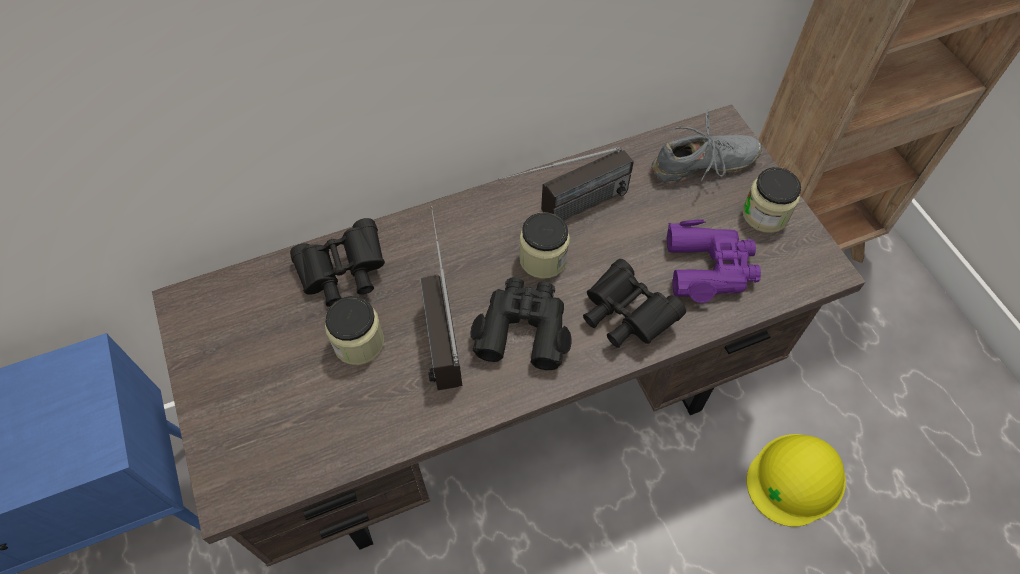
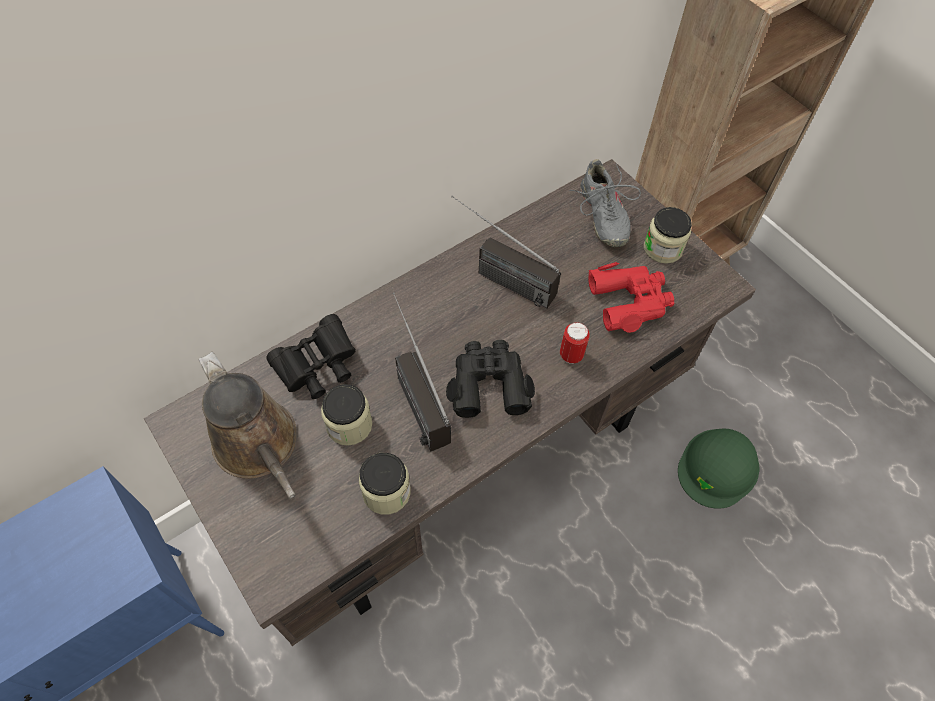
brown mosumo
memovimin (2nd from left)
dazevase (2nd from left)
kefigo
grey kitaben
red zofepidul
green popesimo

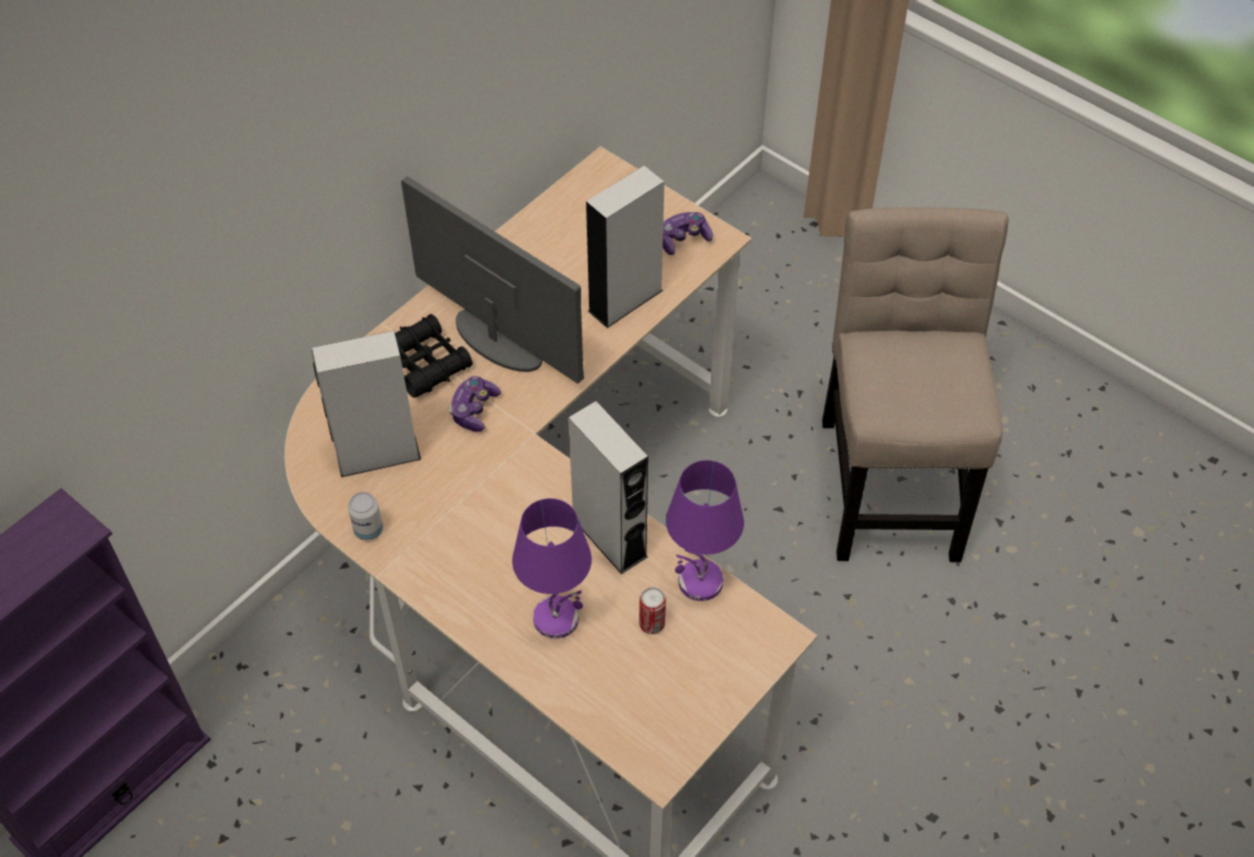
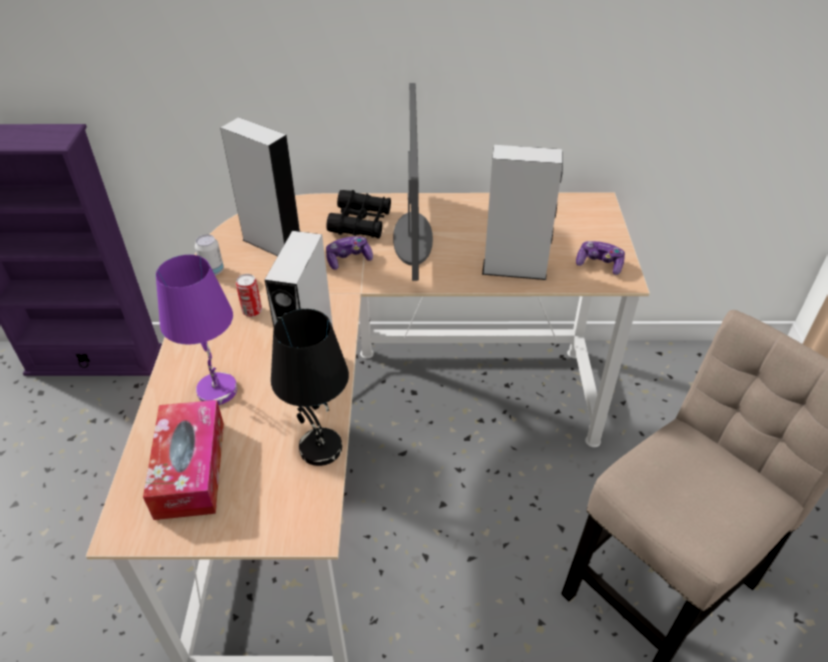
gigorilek
kefigo (2nd from left)
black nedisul

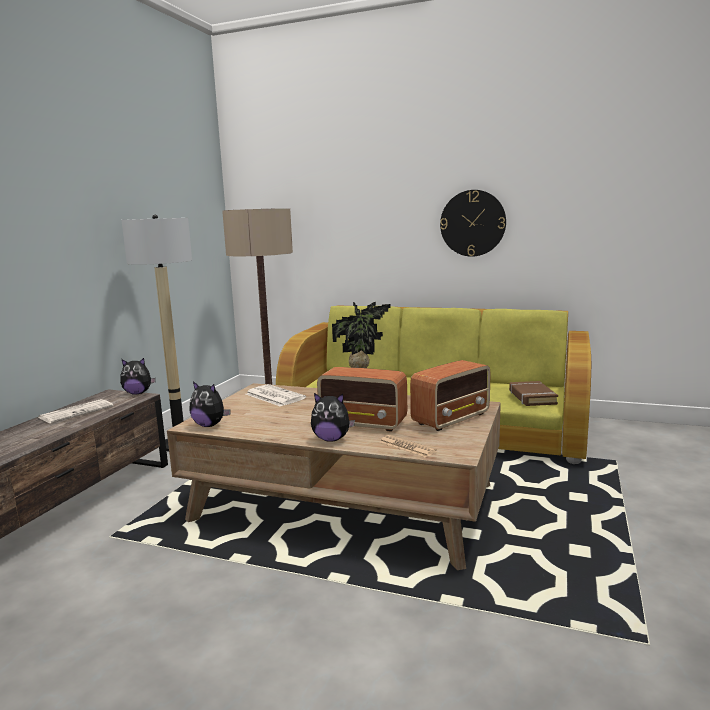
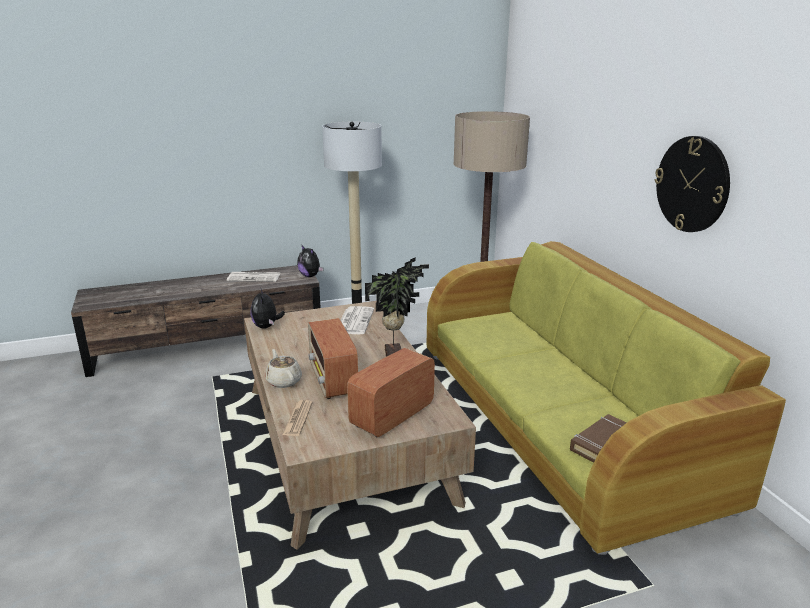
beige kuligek
dazevase (2nd from left)

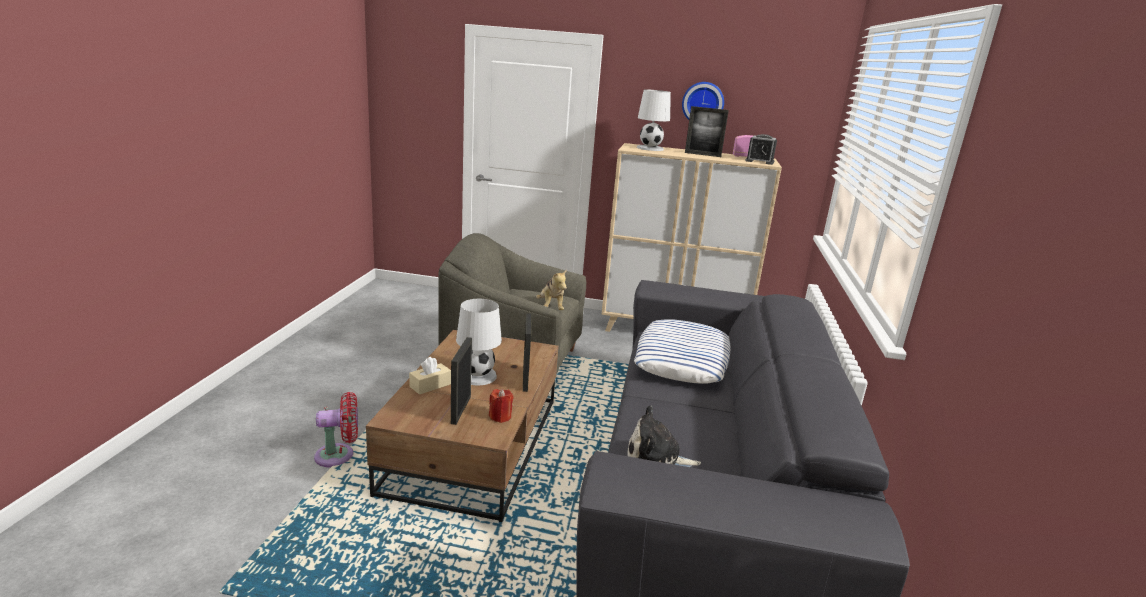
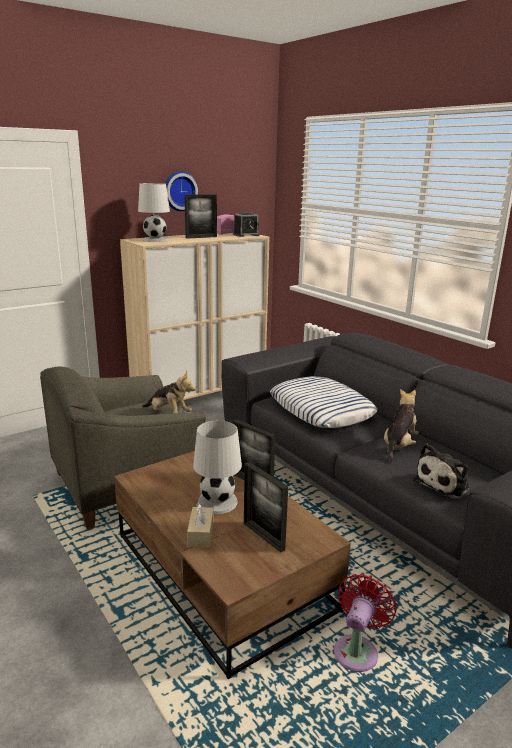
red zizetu
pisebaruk (2nd from left)
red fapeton

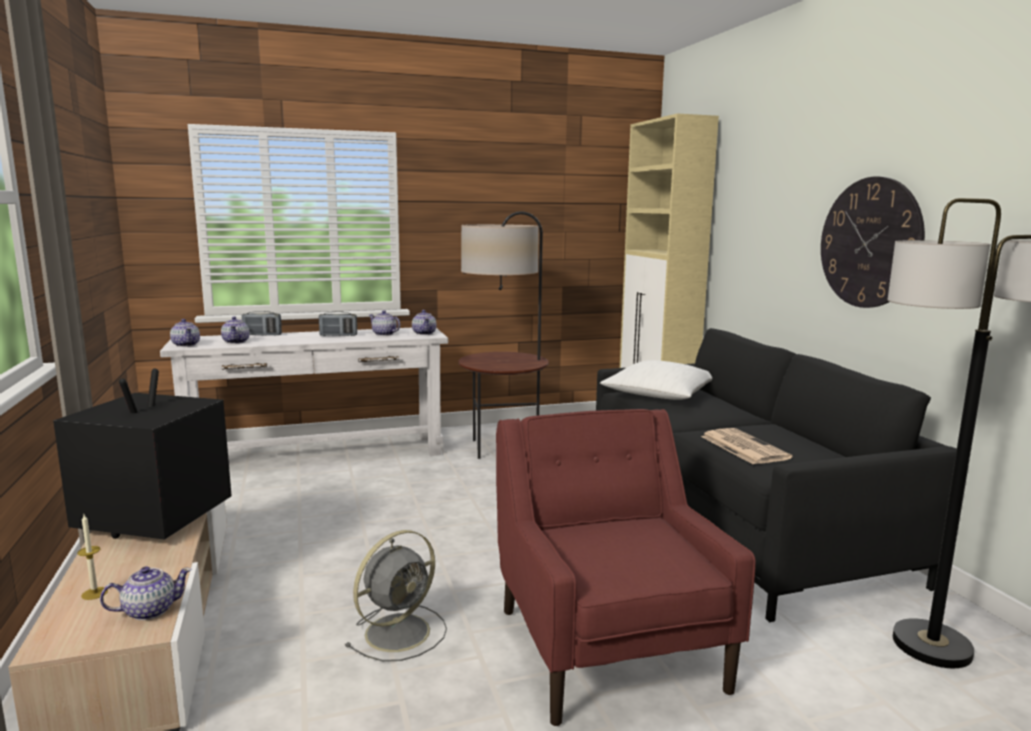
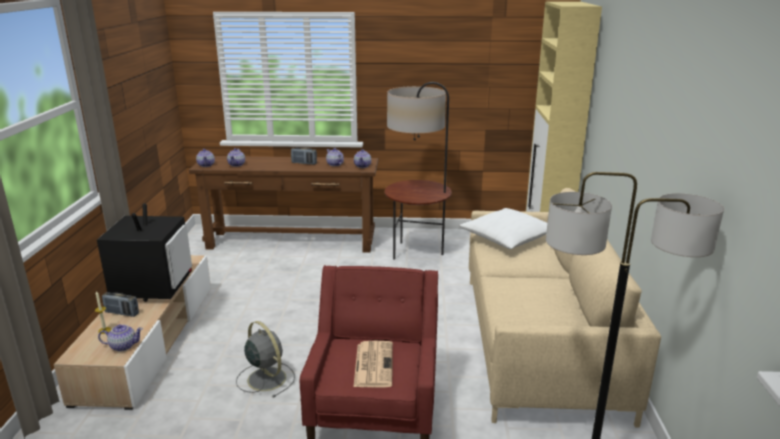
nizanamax
dazevase (1st from left)
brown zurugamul
grey zizetu
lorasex
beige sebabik
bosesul

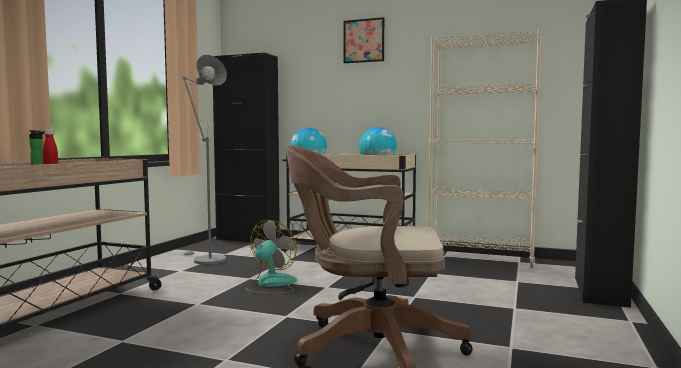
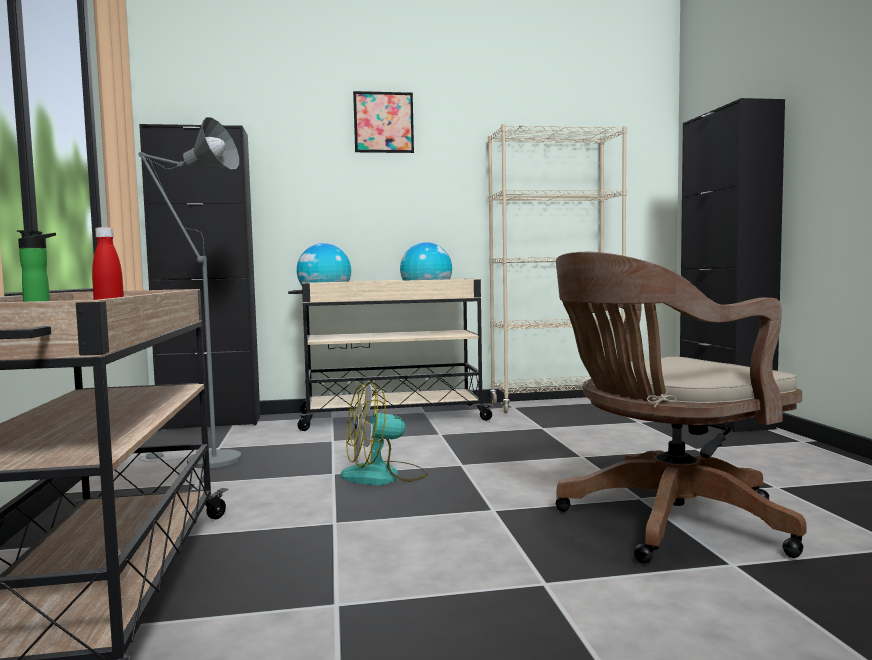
zizetu

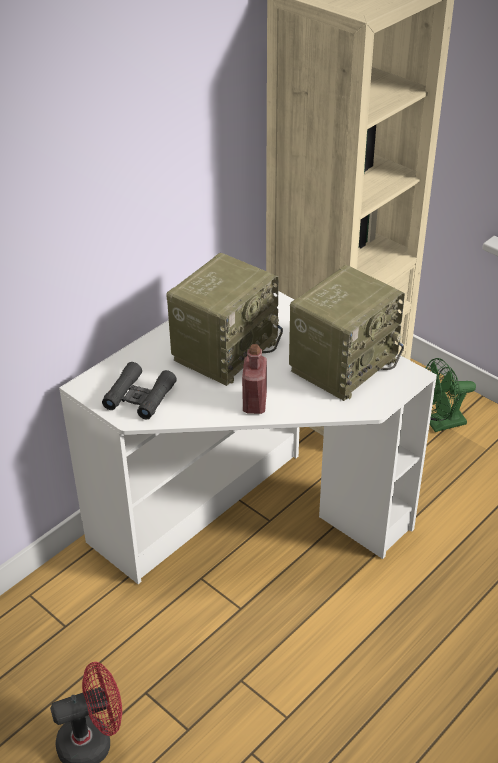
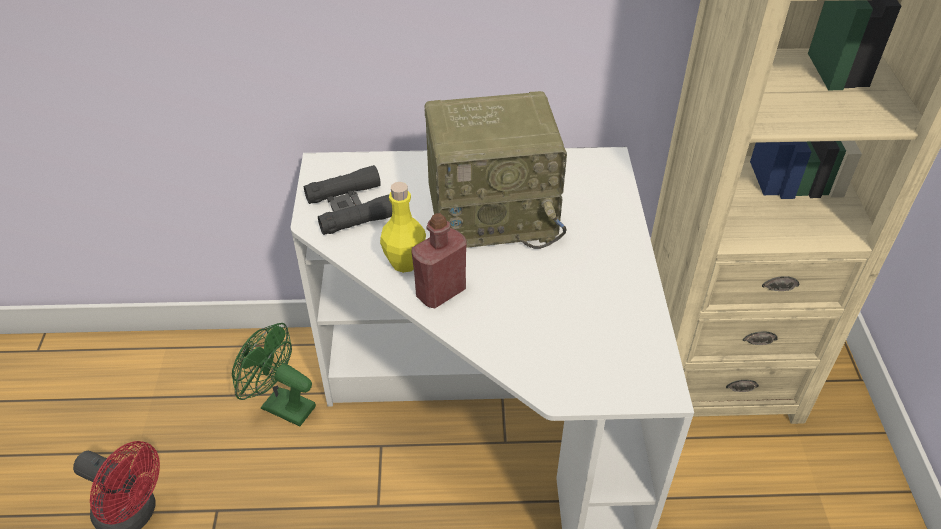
green zizetu
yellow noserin
dazevase (2nd from left in the first image)

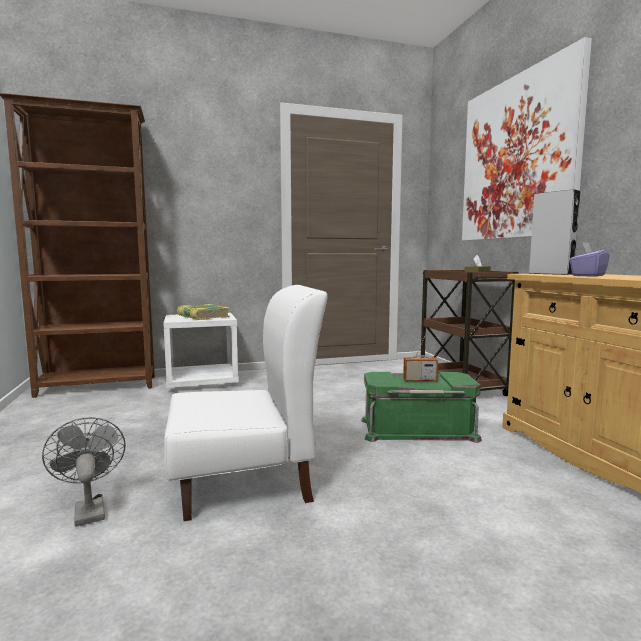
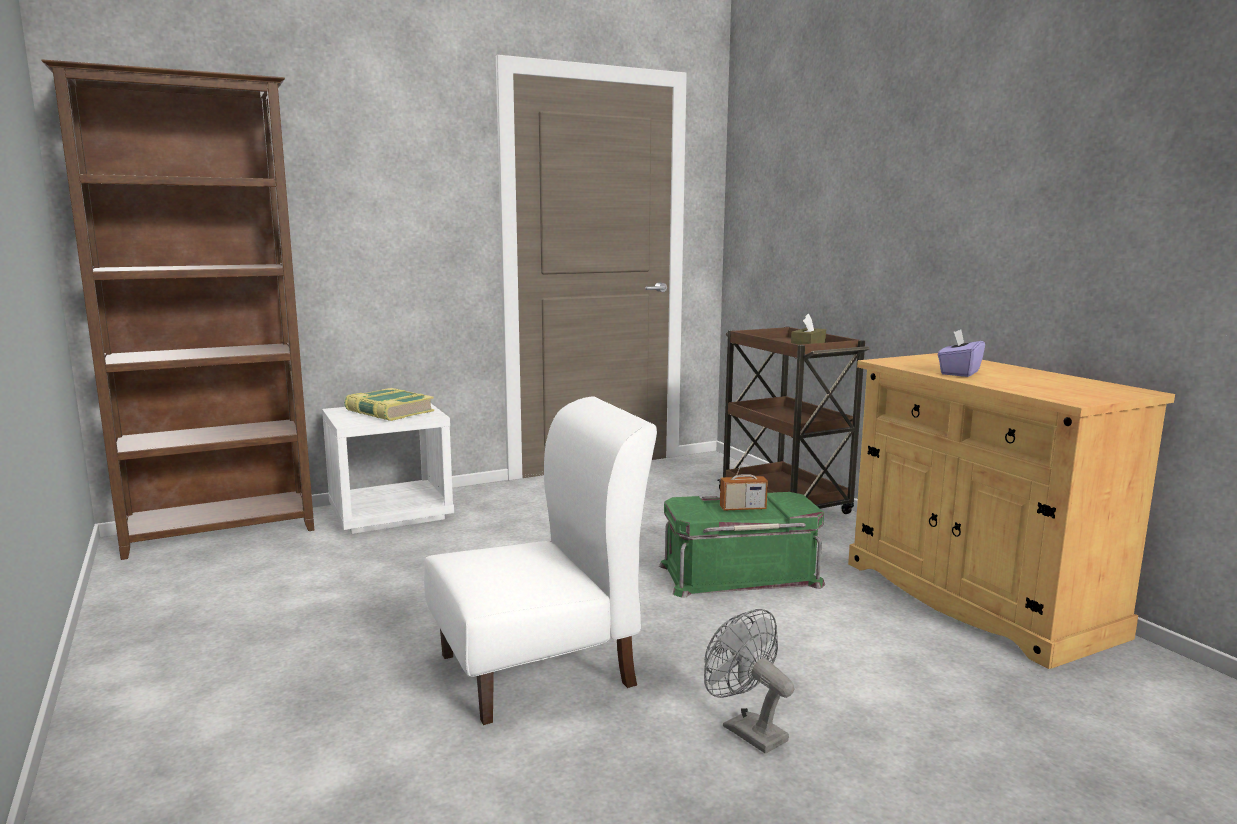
grey zizetu
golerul
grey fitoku

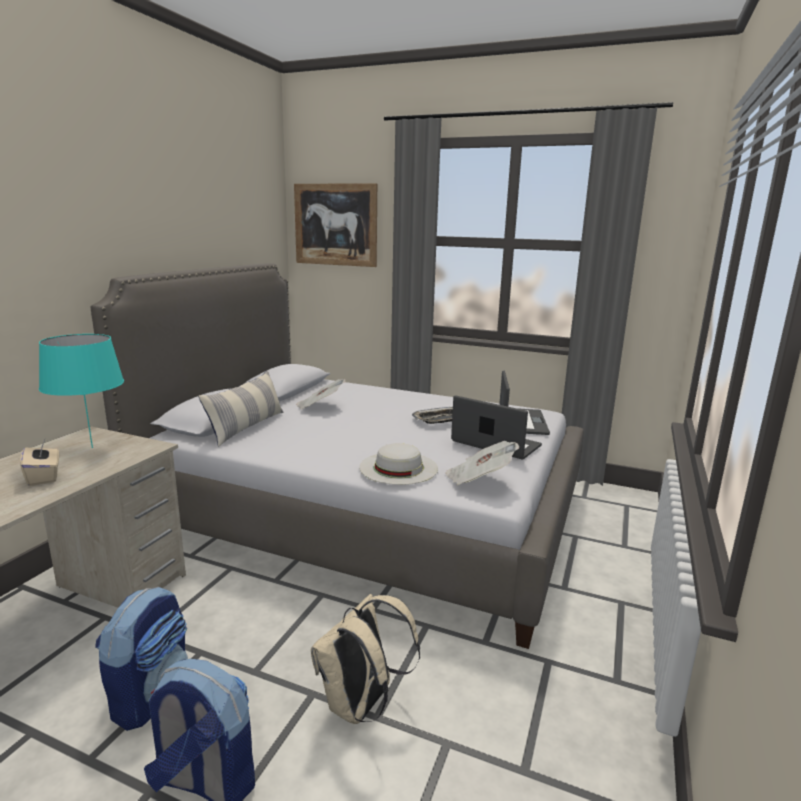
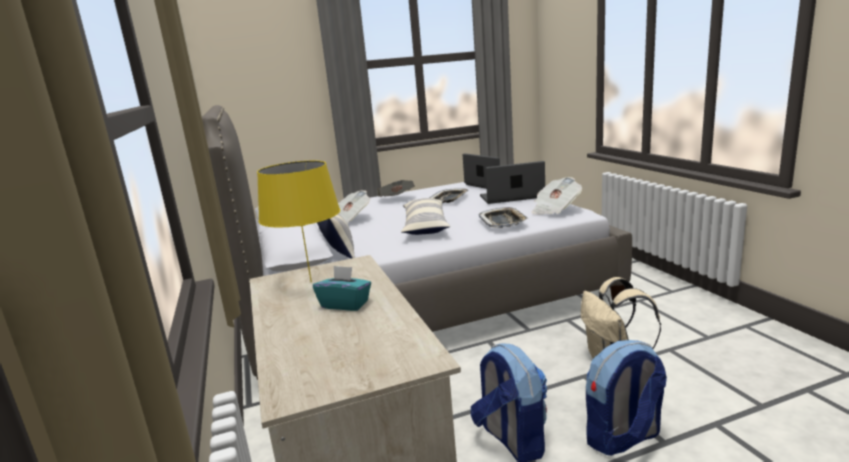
yellow nedisul
turquoise gigorilek
lorasex (2nd from left)
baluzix (2nd from left)
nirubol (2nd from left)
golerul

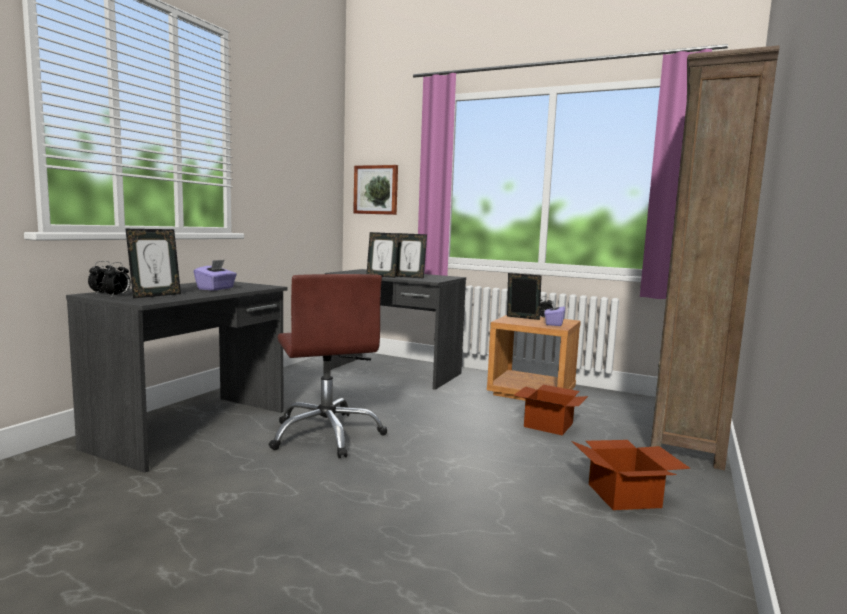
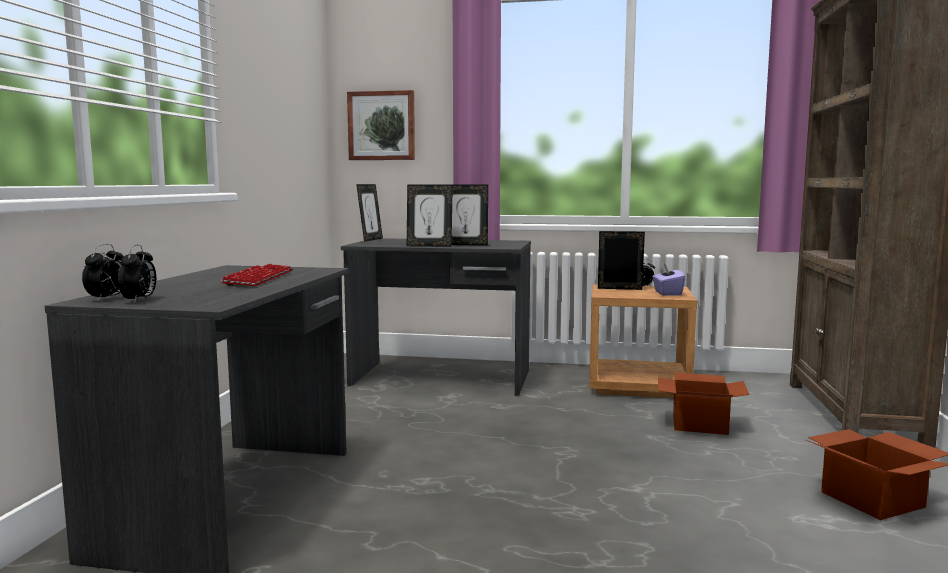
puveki
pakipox (1st from left)
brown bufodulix

